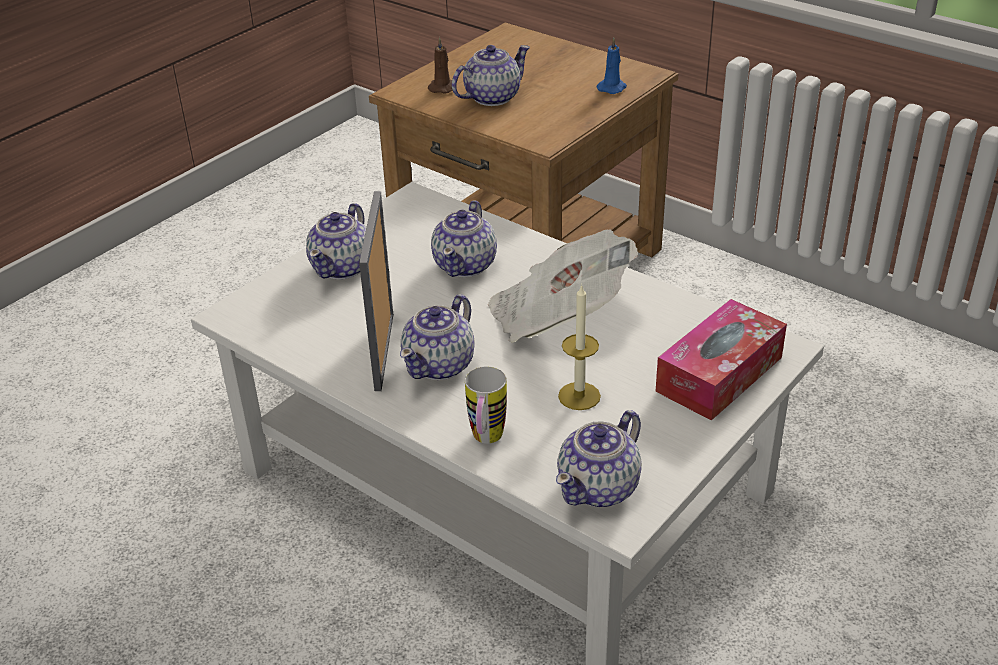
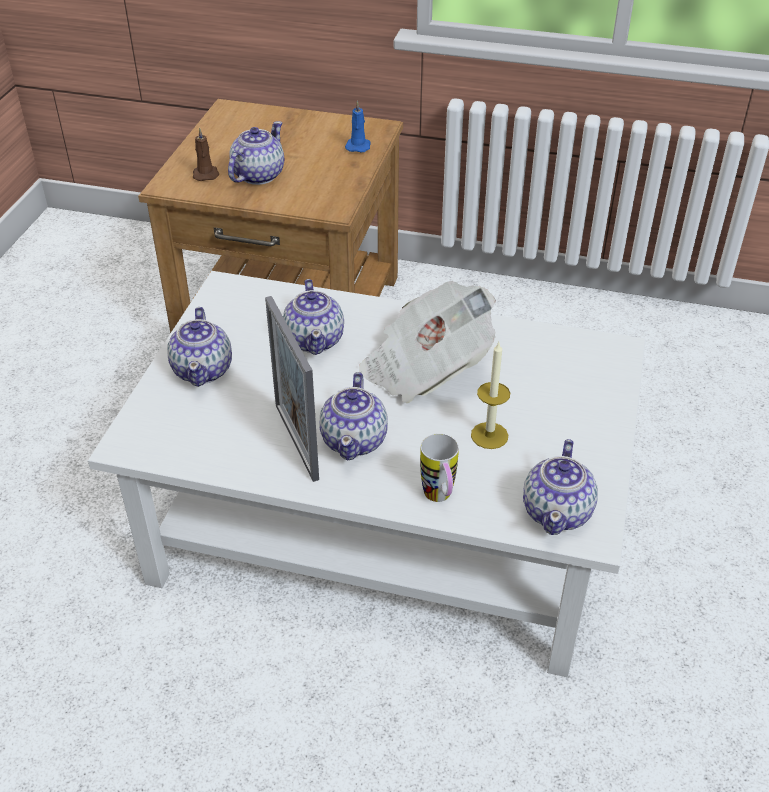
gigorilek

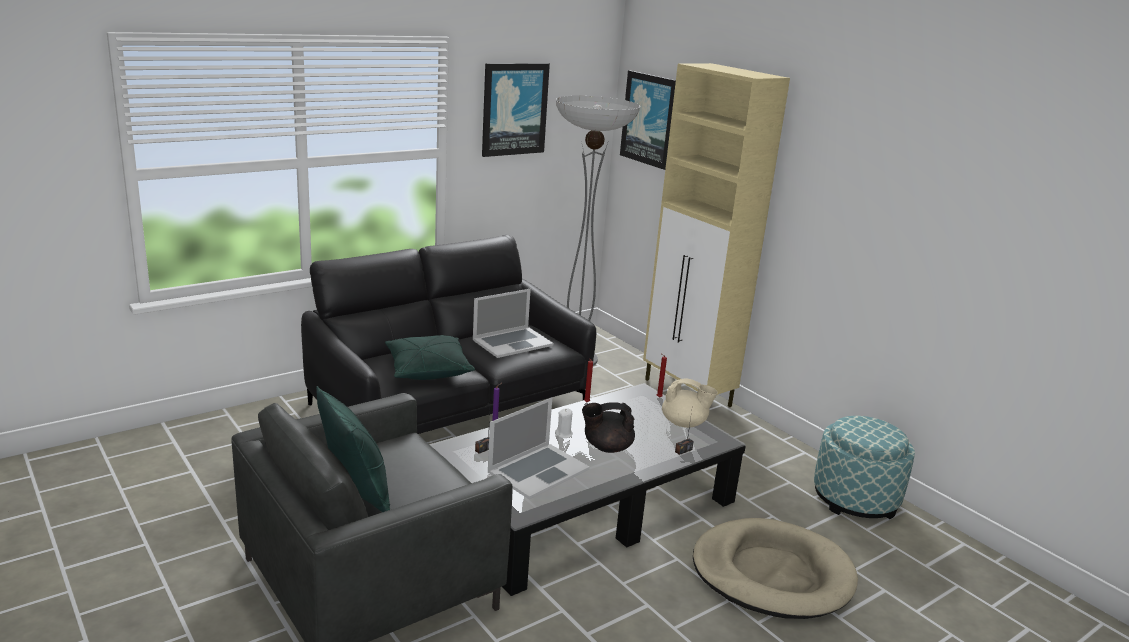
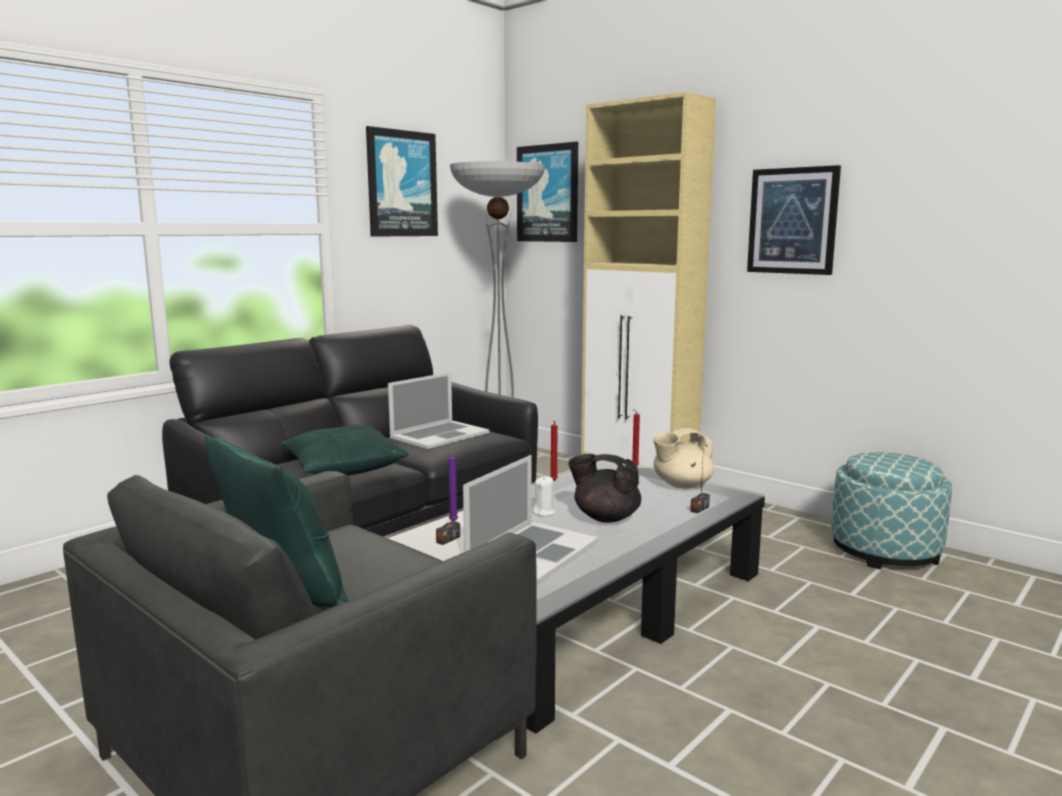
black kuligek
beige kuligek
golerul (3rd from left)
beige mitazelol

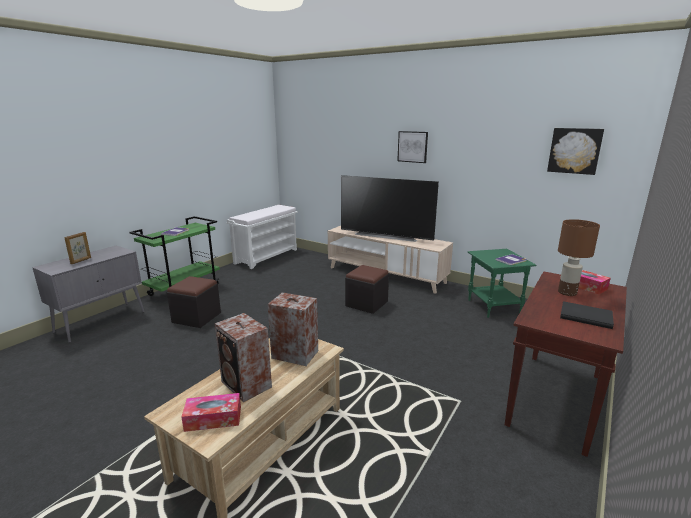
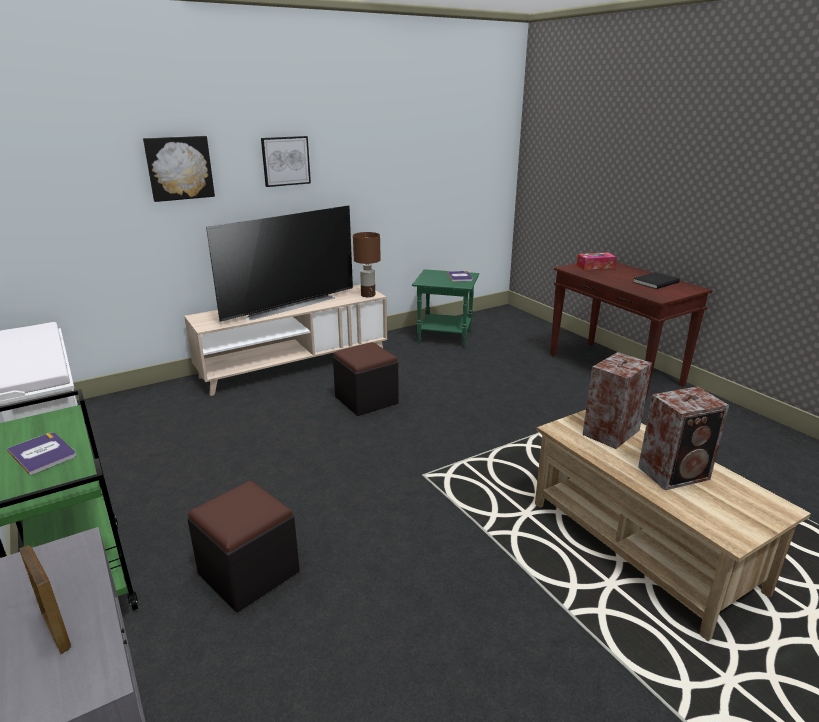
golerul (1st from left)
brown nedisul
gigorilek (1st from left in the first image)

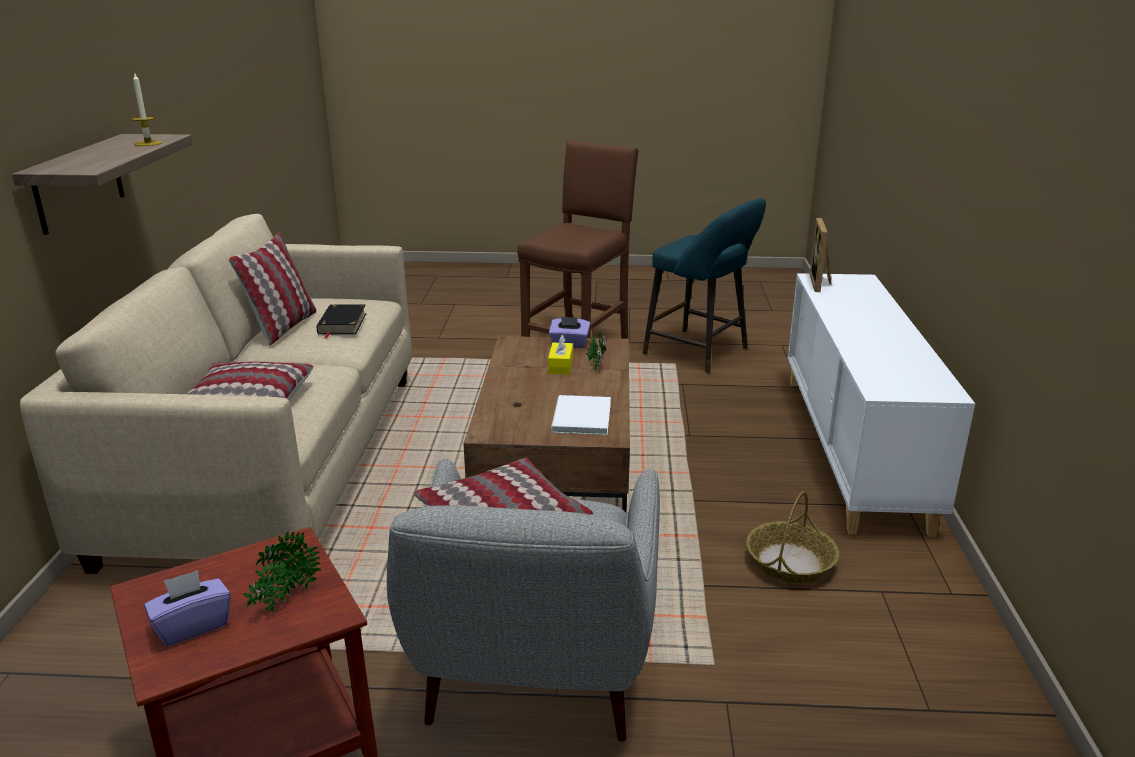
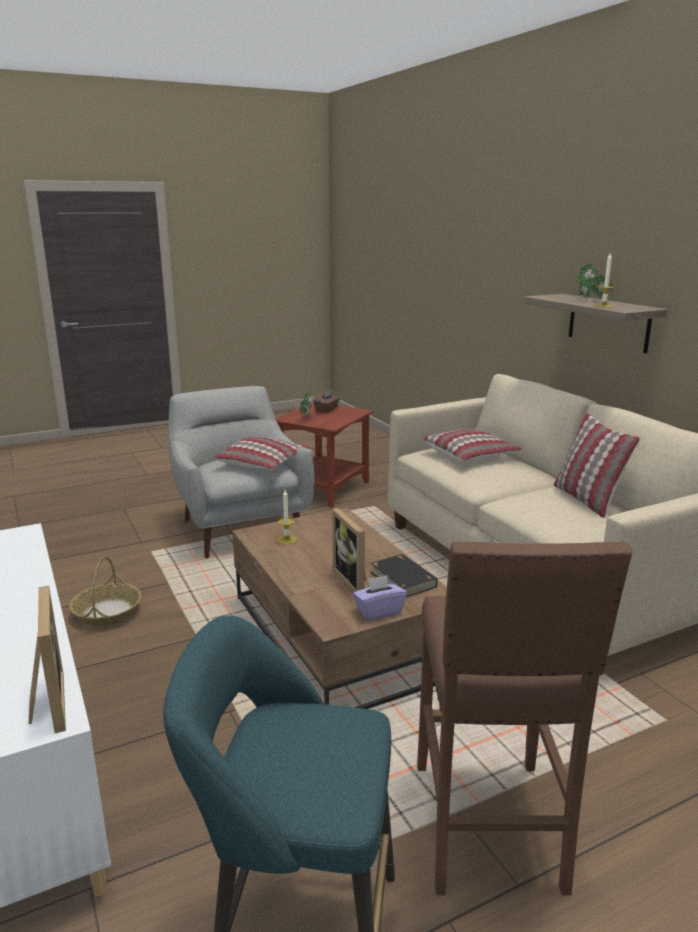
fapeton (1st from left)
brown gigorilek
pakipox (2nd from left)
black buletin
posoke (2nd from left)

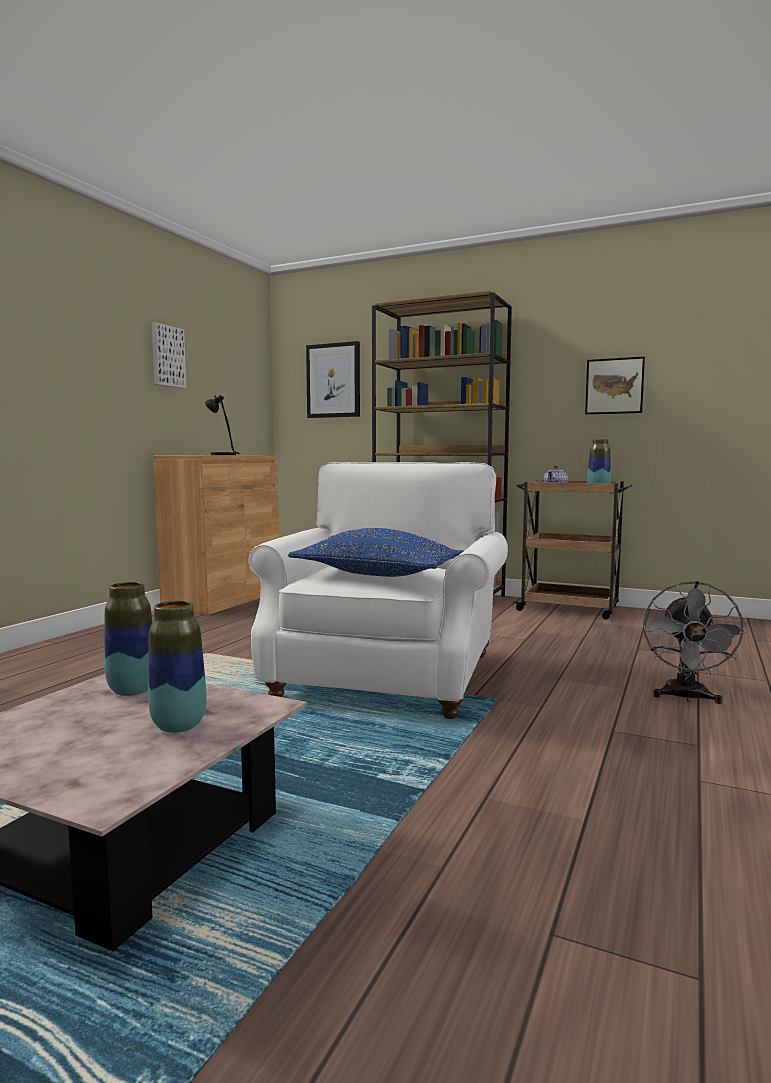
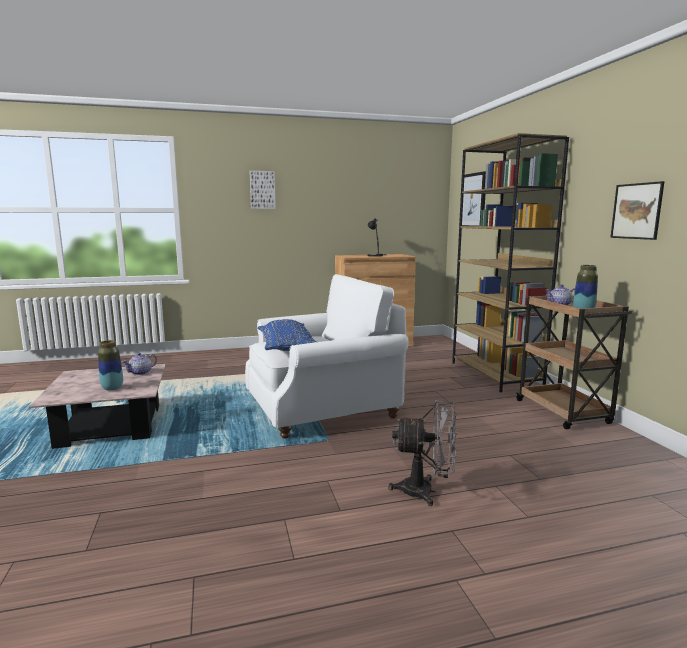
kuligek (1st from left)
golerul (1st from left)
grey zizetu

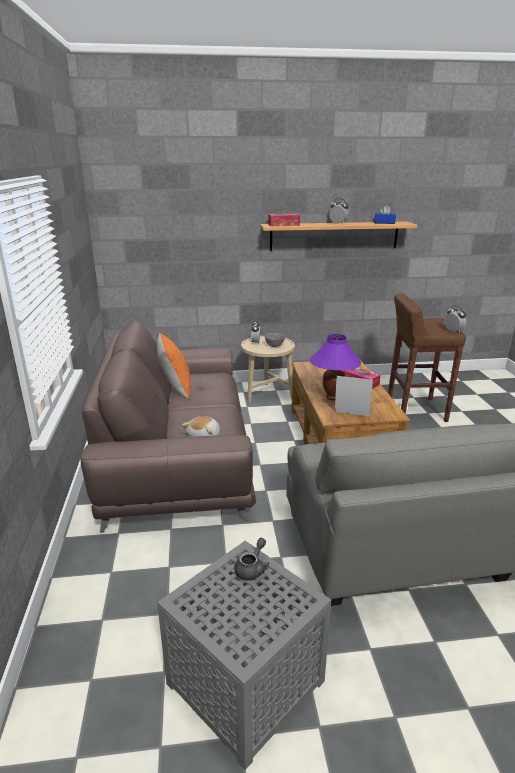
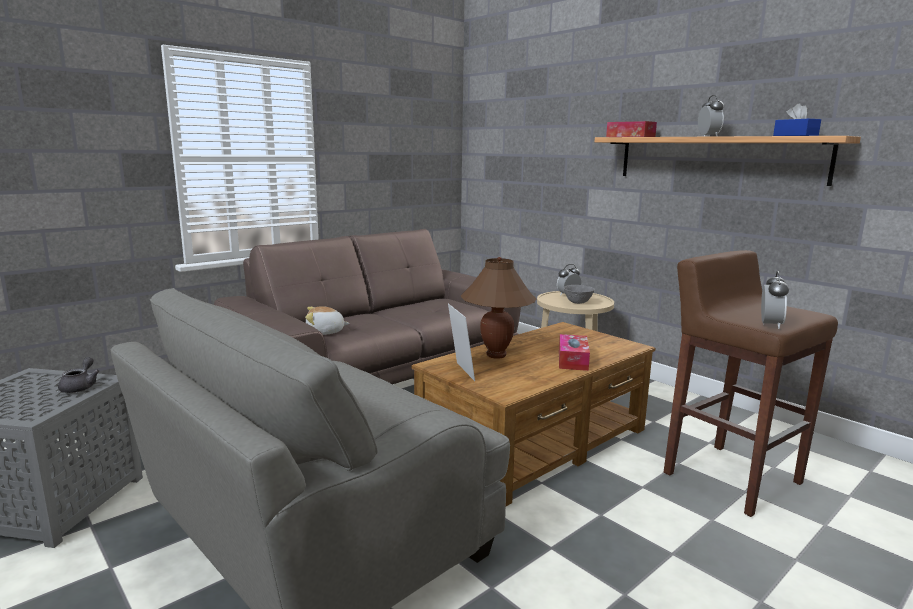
grey kuligek
brown nedisul
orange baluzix

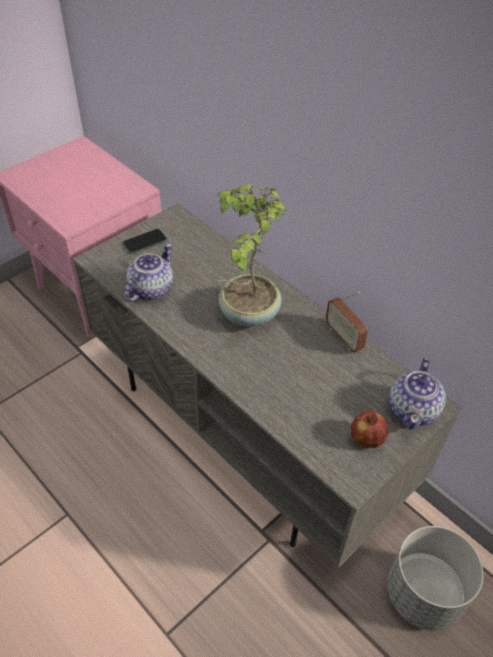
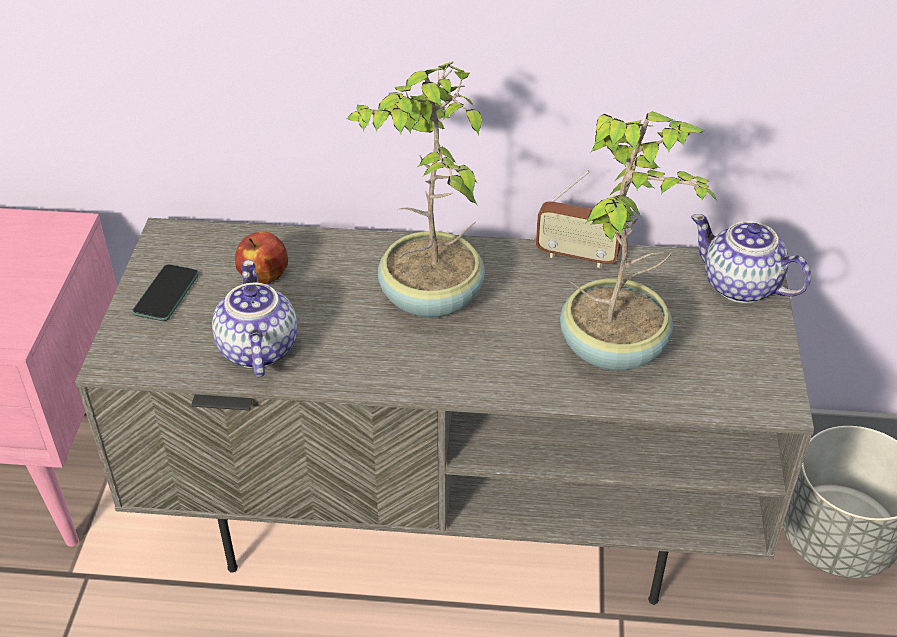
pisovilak
posoke (2nd from left)
kuligek (2nd from left)

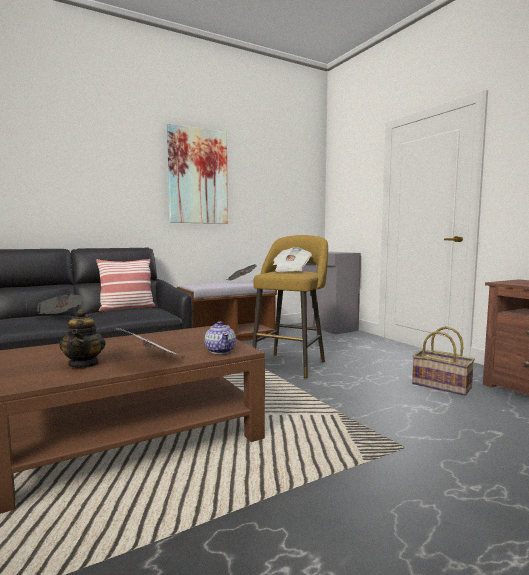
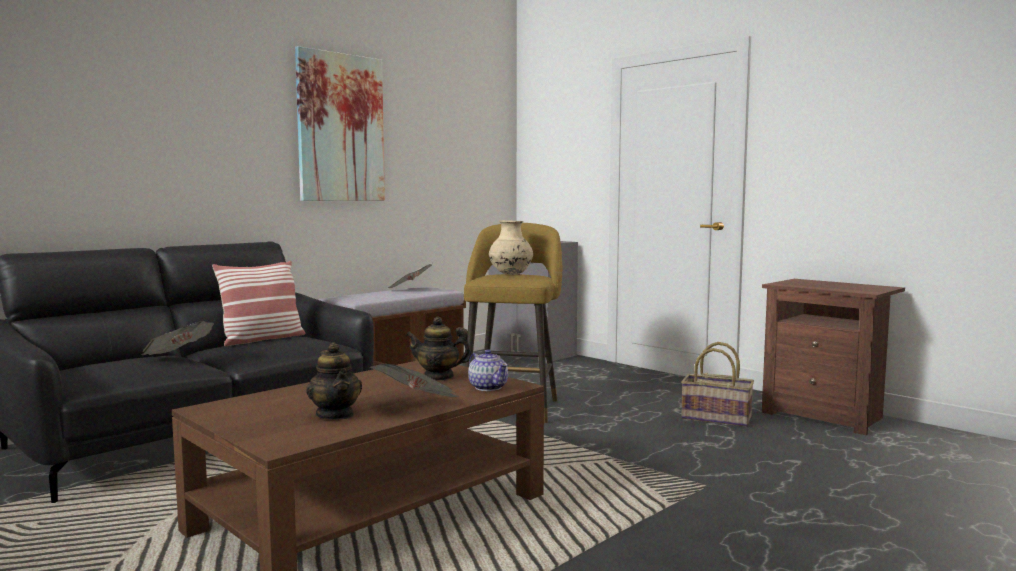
kuligek (2nd from left)
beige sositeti

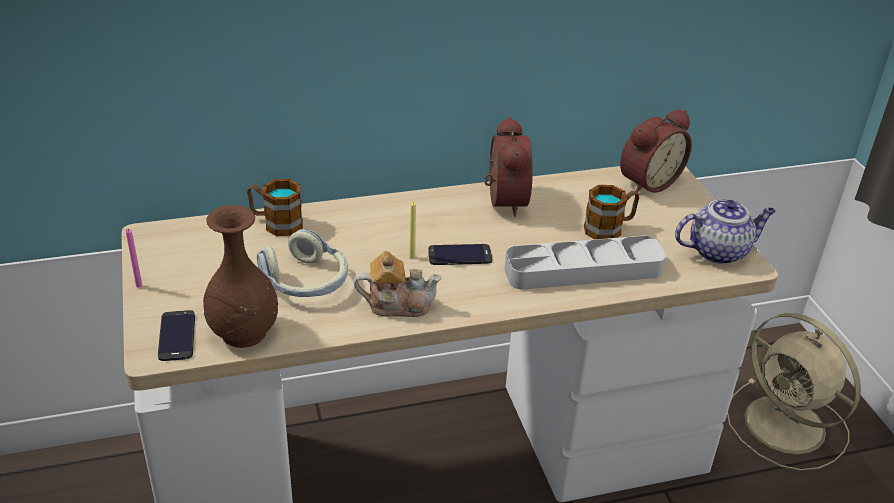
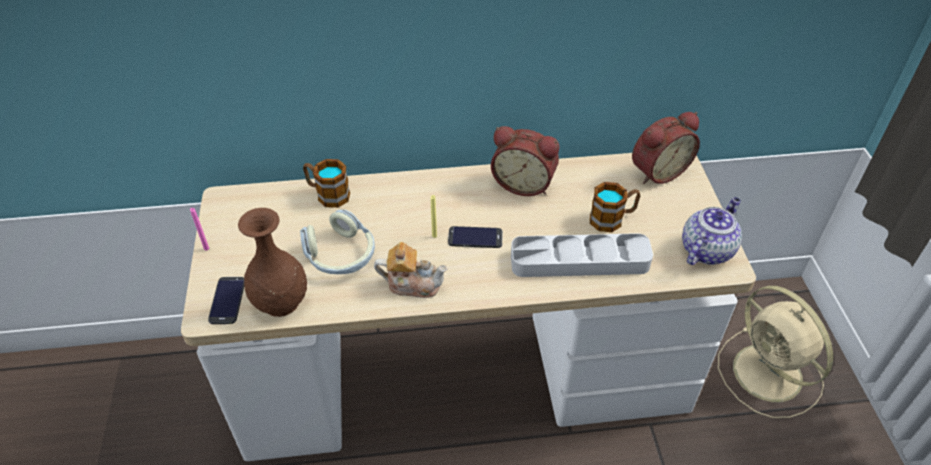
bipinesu (1st from left)
kuligek (2nd from left)

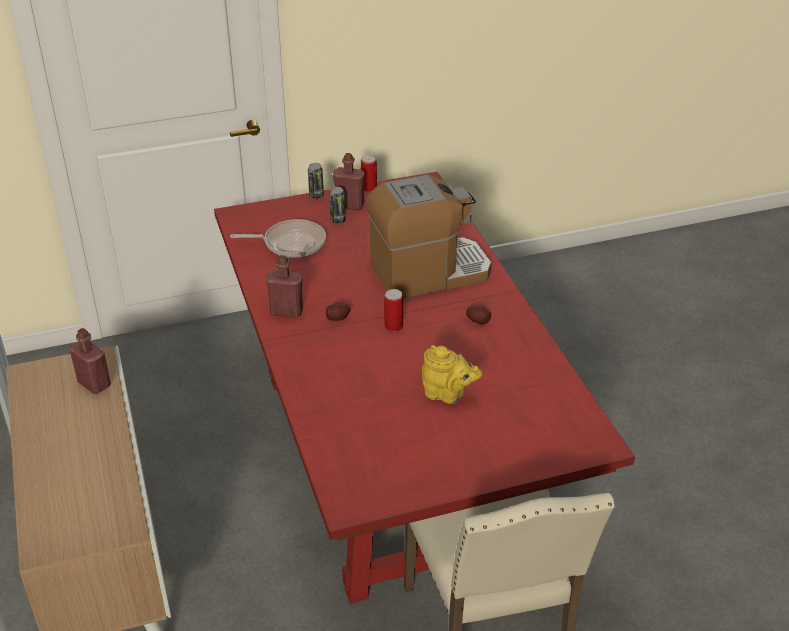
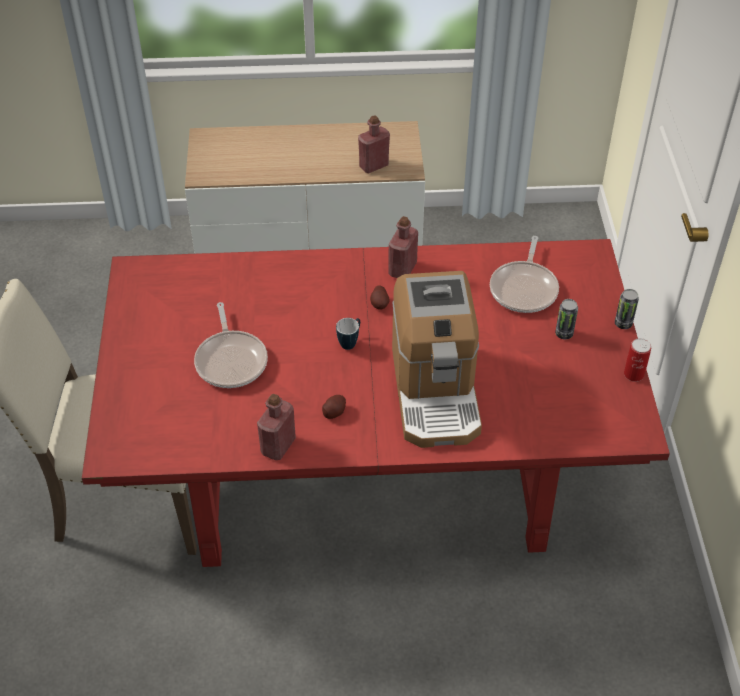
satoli (1st from left)
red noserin (1st from left)
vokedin

